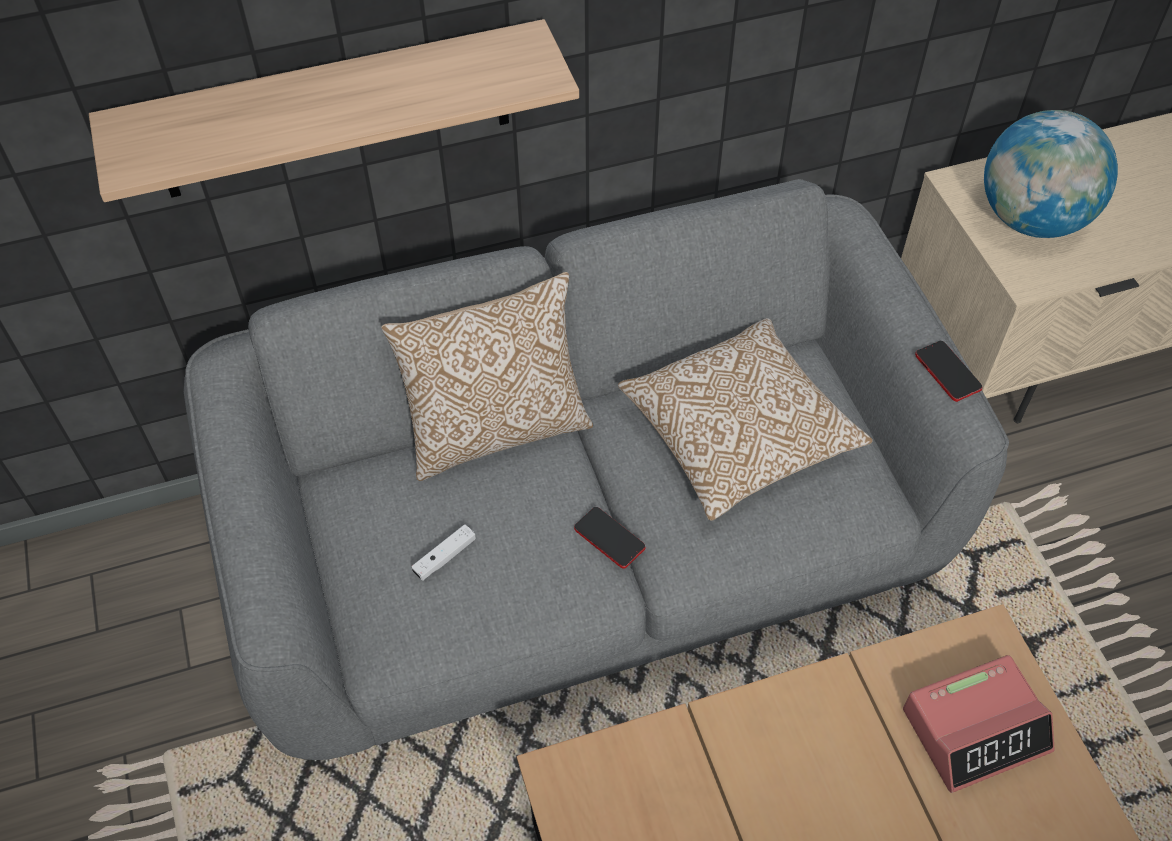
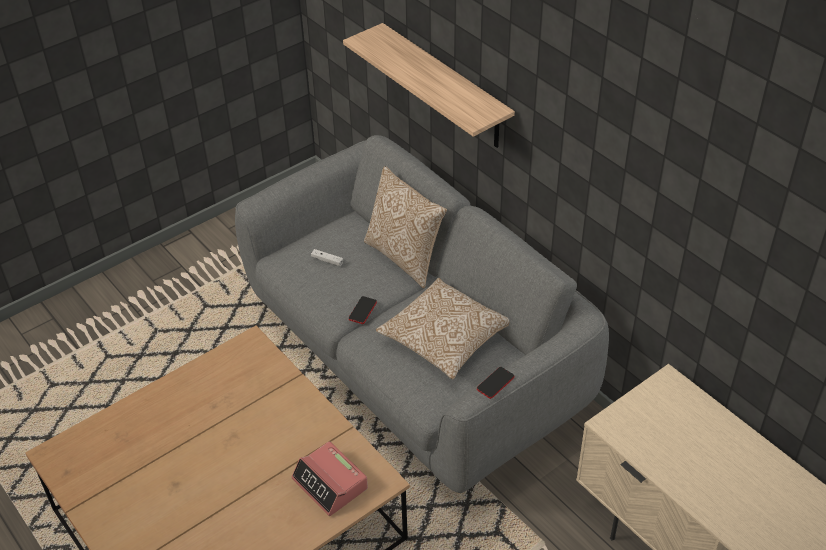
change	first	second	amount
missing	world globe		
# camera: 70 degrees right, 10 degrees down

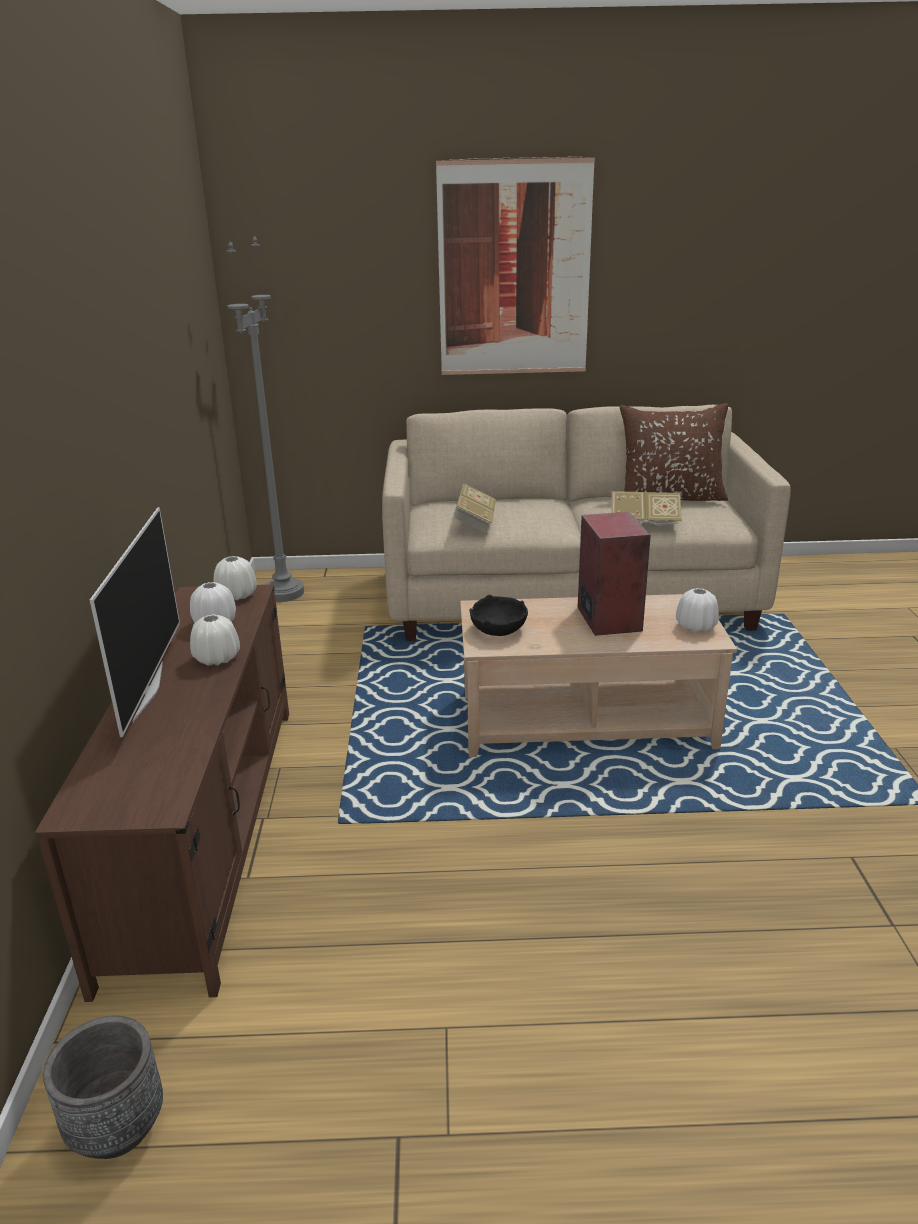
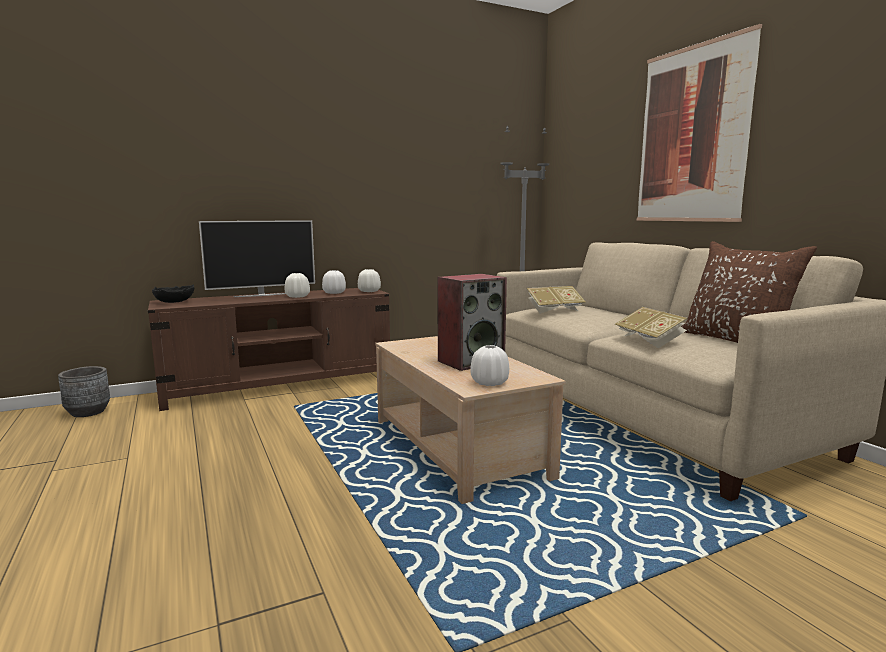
change	first	second	amount
relocated	serving bowl/black-coloured		
# camera: 65 degrees right, 15 degrees down

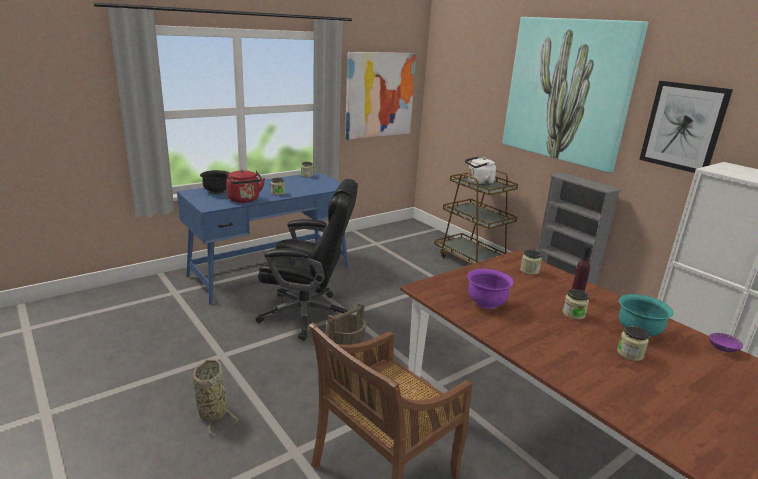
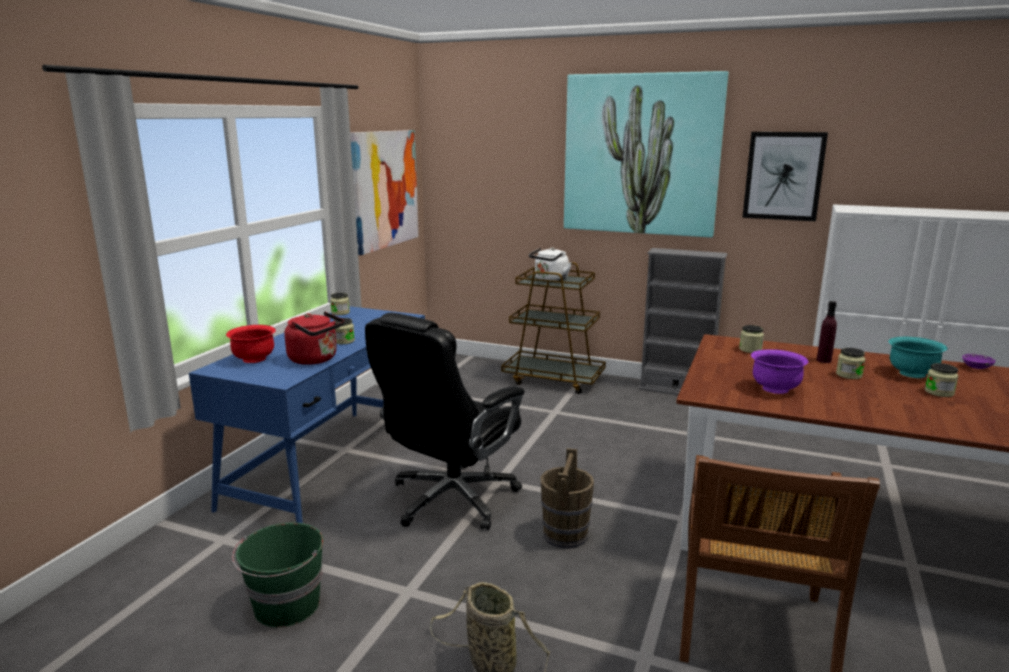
change	first	second	amount
appeared		pail/greenish	
colour	serving bowl/black-coloured	serving bowl/reddish	
spun	office chair/black-coloured		150 degrees clockwise
# camera: 30 degrees left, 5 degrees down

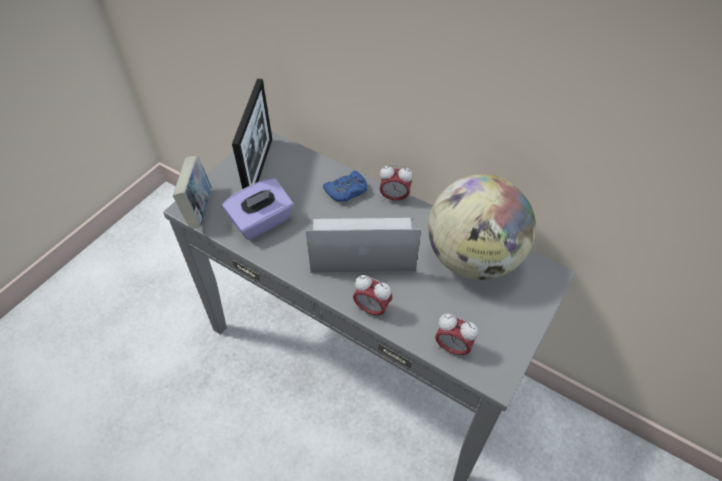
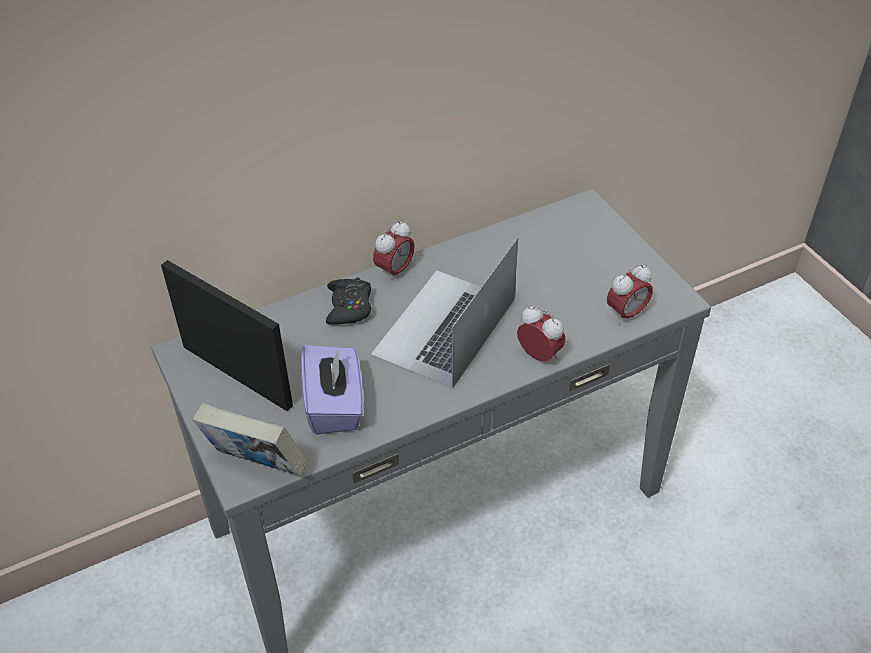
change	first	second	amount
missing	world globe		
colour	game controller/blue	game controller/black-coloured	
spun	table clock (no. 1 from left in the first image)	table clock (no. 2 from left)	105 degrees counterclockwise
# camera: 60 degrees left, 5 degrees down

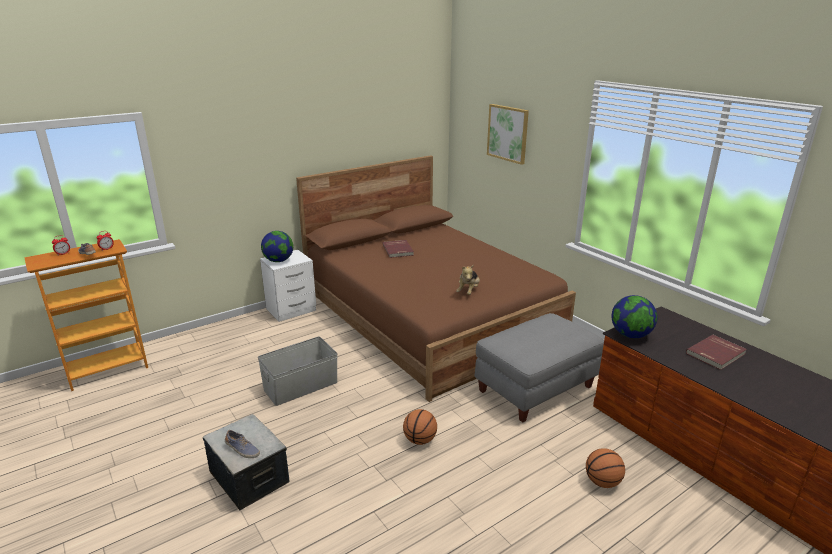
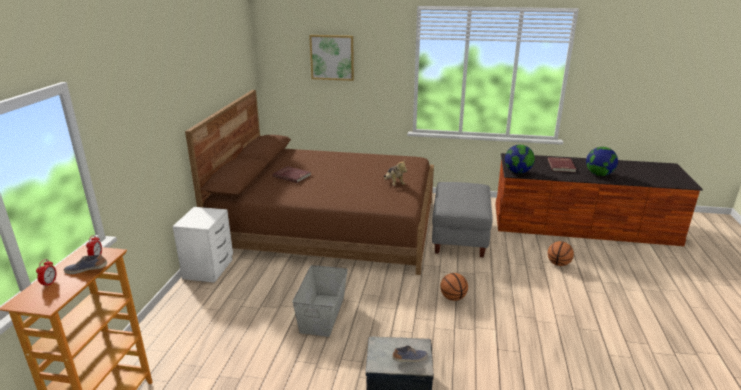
change	first	second	amount
relocated	world globe (no. 1 from left in the first image)	world globe (no. 2 from left)	
# camera: 45 degrees left, 0 degrees up

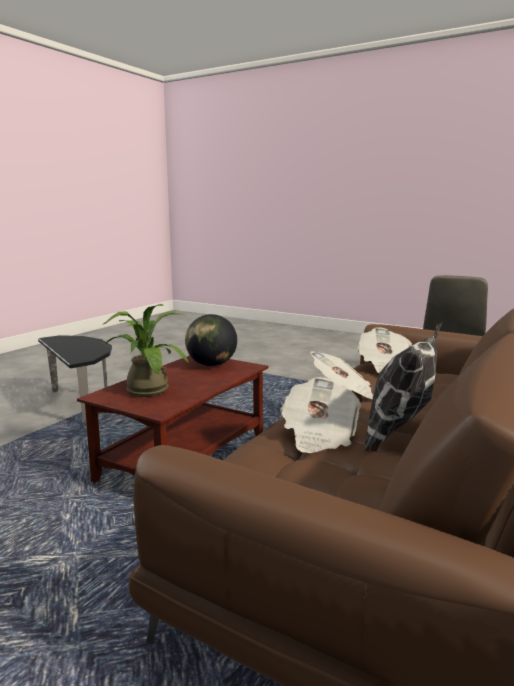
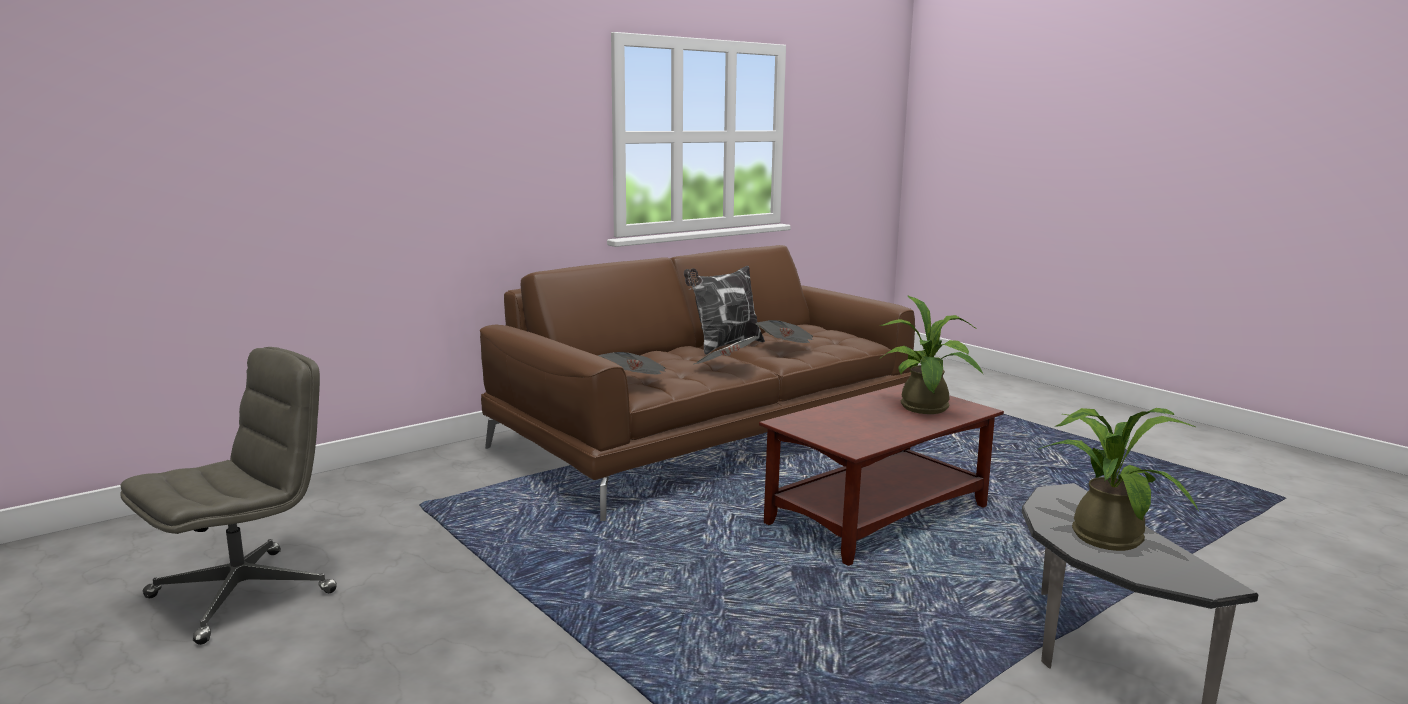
change	first	second	amount
missing	world globe		
appeared		houseplant (no. 2 from left)	
# camera: 160 degrees left, 0 degrees up

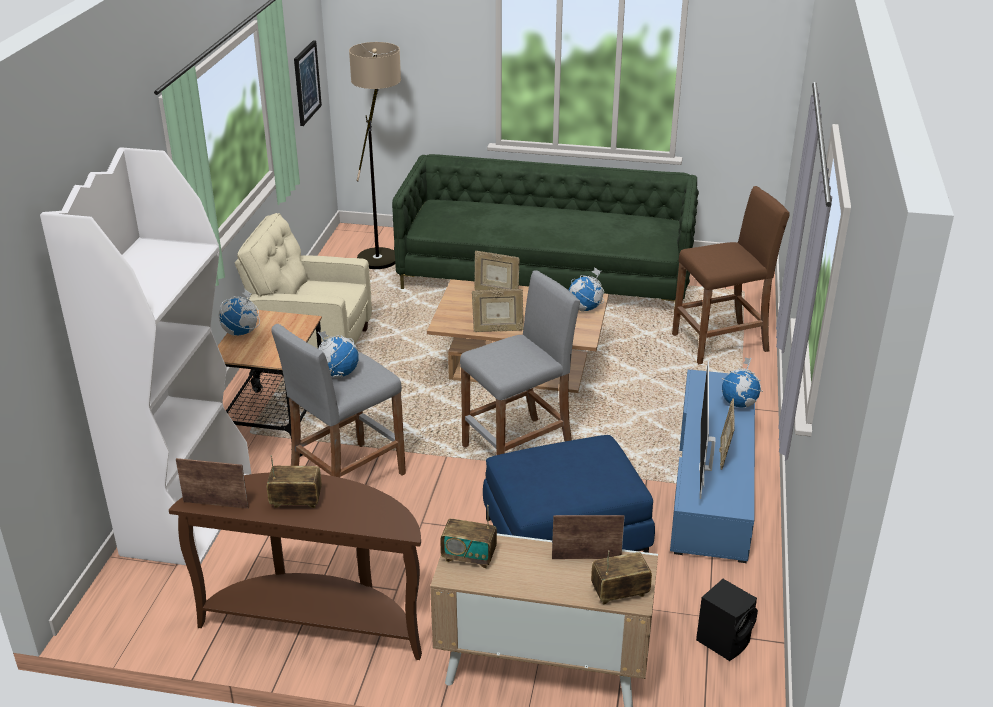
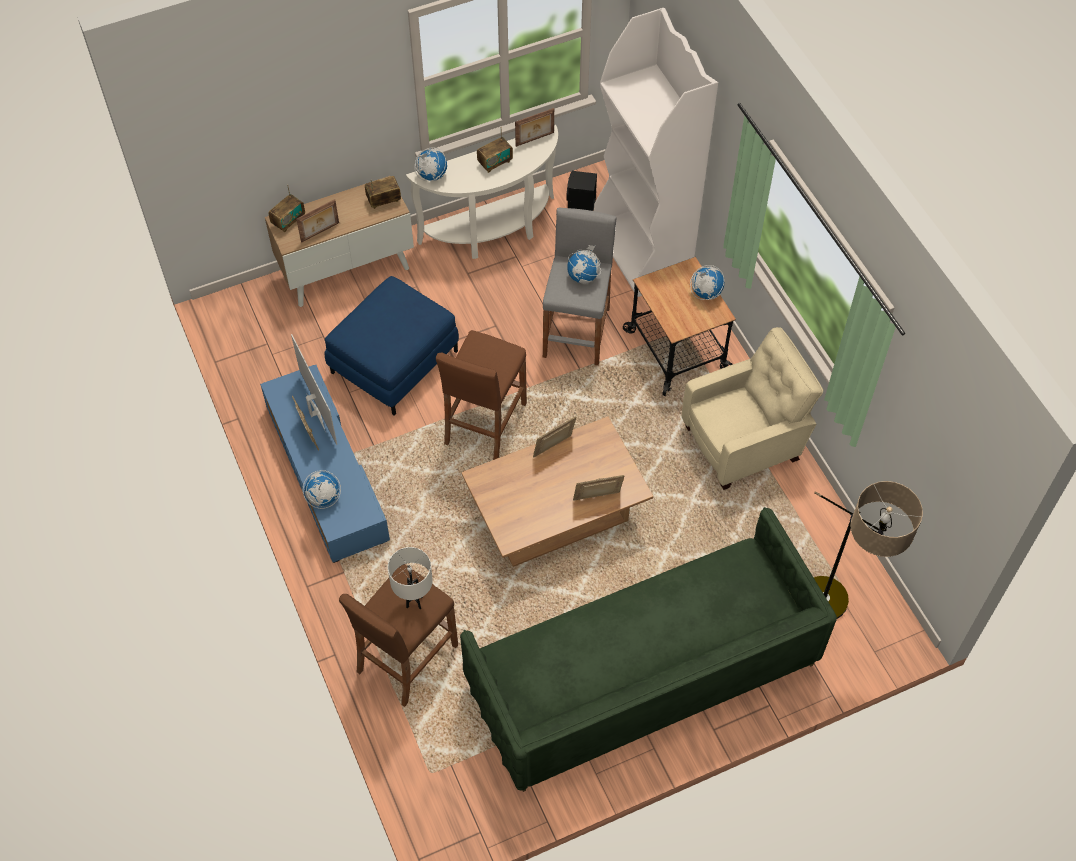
change	first	second	amount
missing	wall art		
appeared		lamp for a table/whitish	
relocated	world globe (no. 3 from left in the first image)	world globe (no. 2 from left)	
relocated	audio speaker/black-coloured		
colour	console table/brown	console table/whitish	
colour	stool/greyish (no. 2 from left)	stool/brown (no. 2 from left)	
# camera: 145 degrees right, 25 degrees up

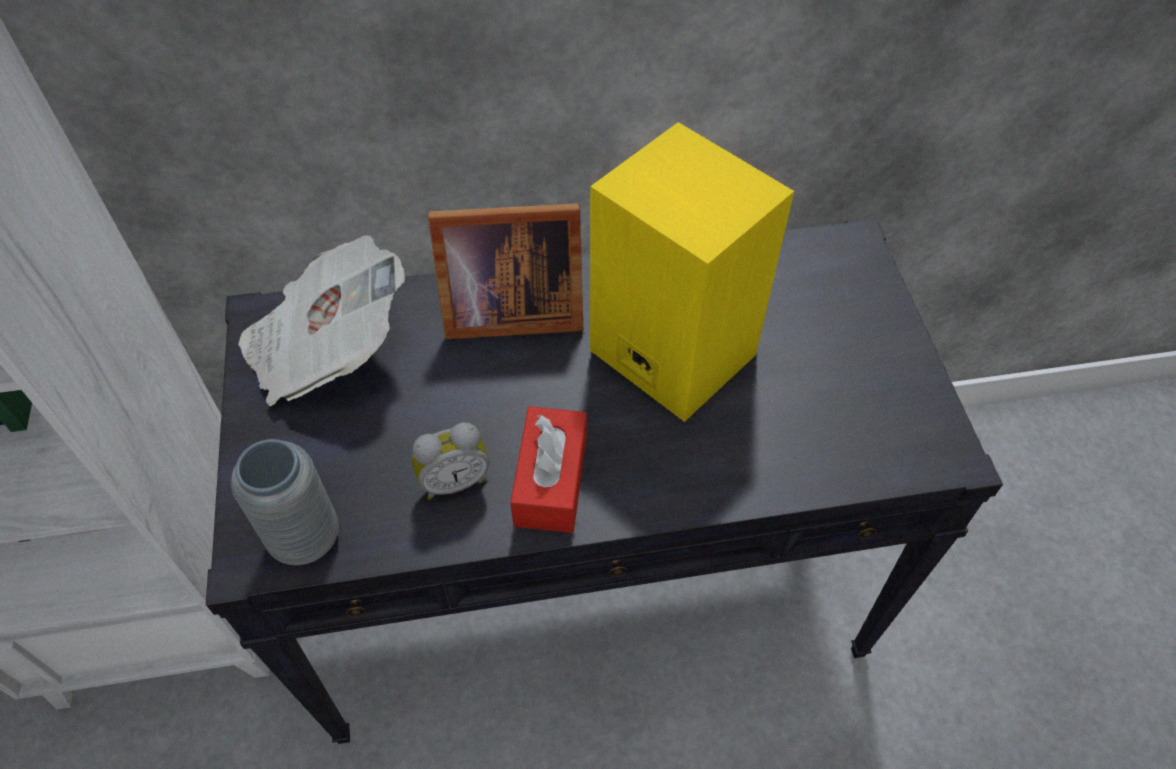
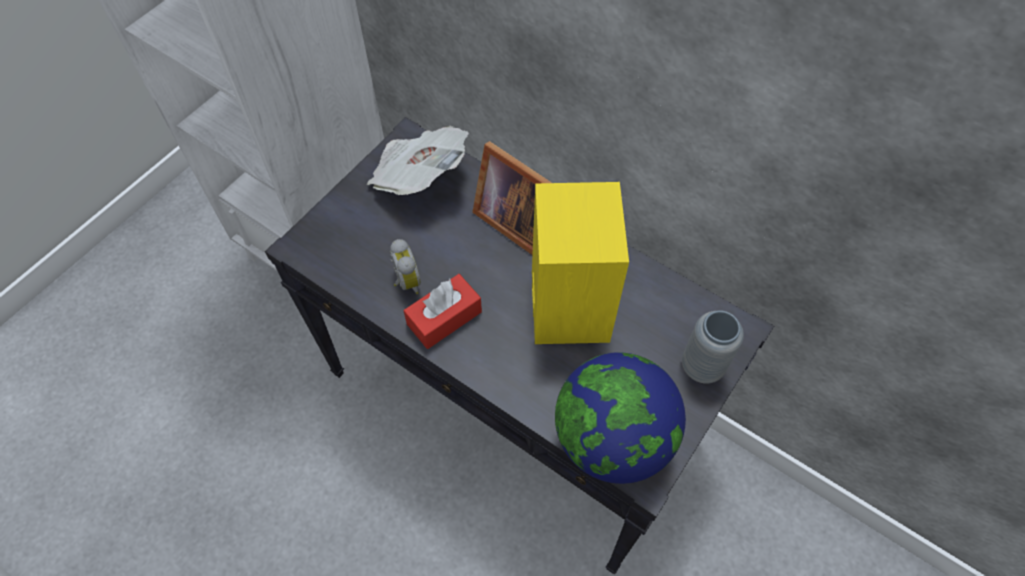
change	first	second	amount
appeared		world globe	
relocated	decorative vase/greyish		
spun	table clock		135 degrees counterclockwise
# camera: 45 degrees right, 5 degrees up

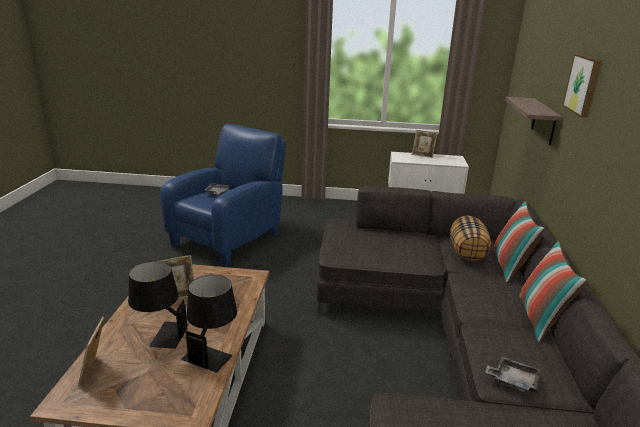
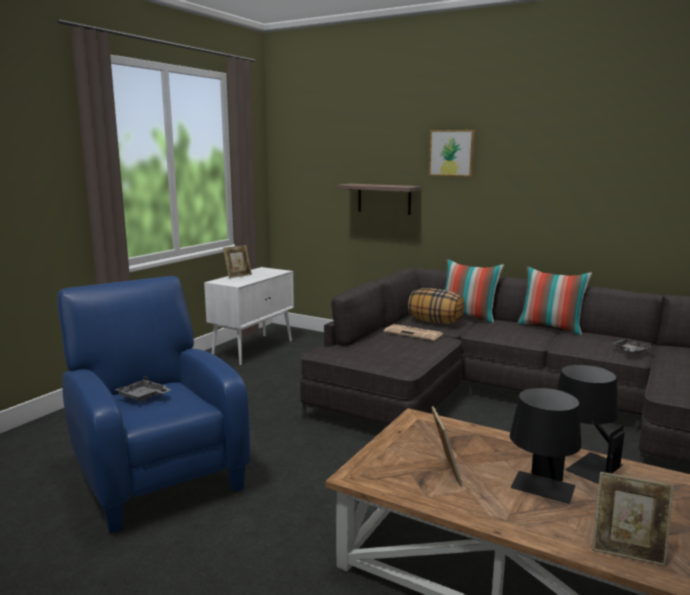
change	first	second	amount
appeared		newspaper	
# camera: 65 degrees left, 10 degrees down

